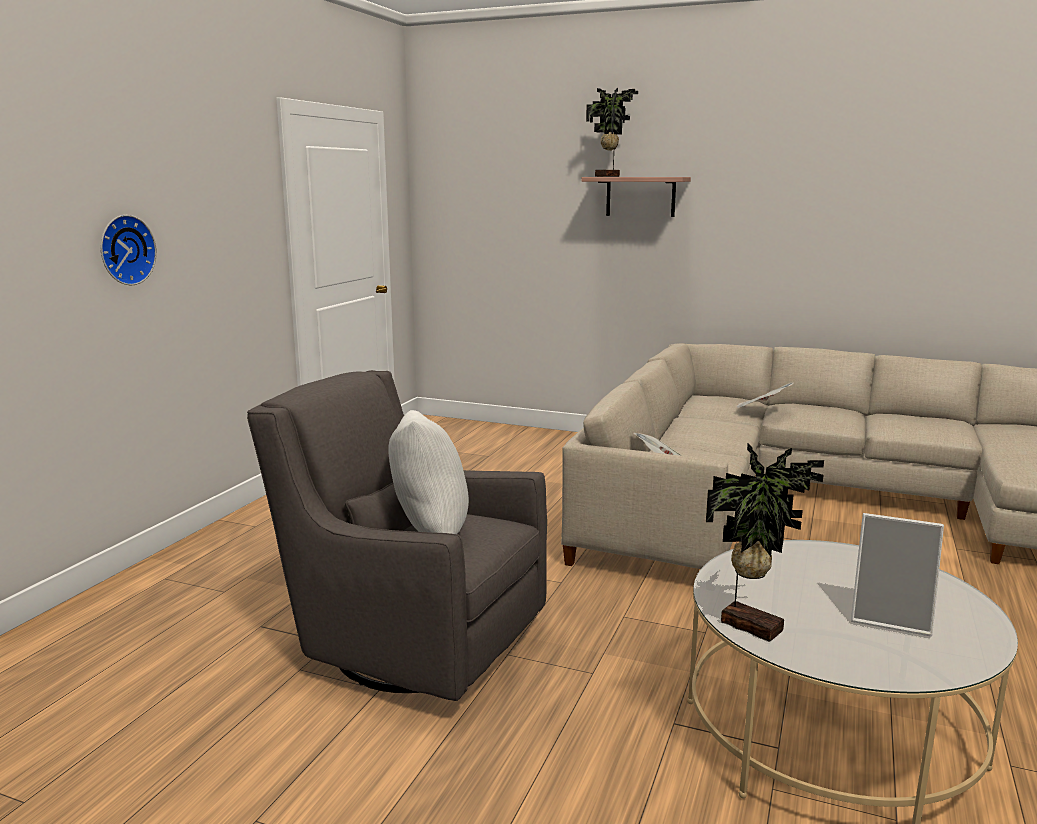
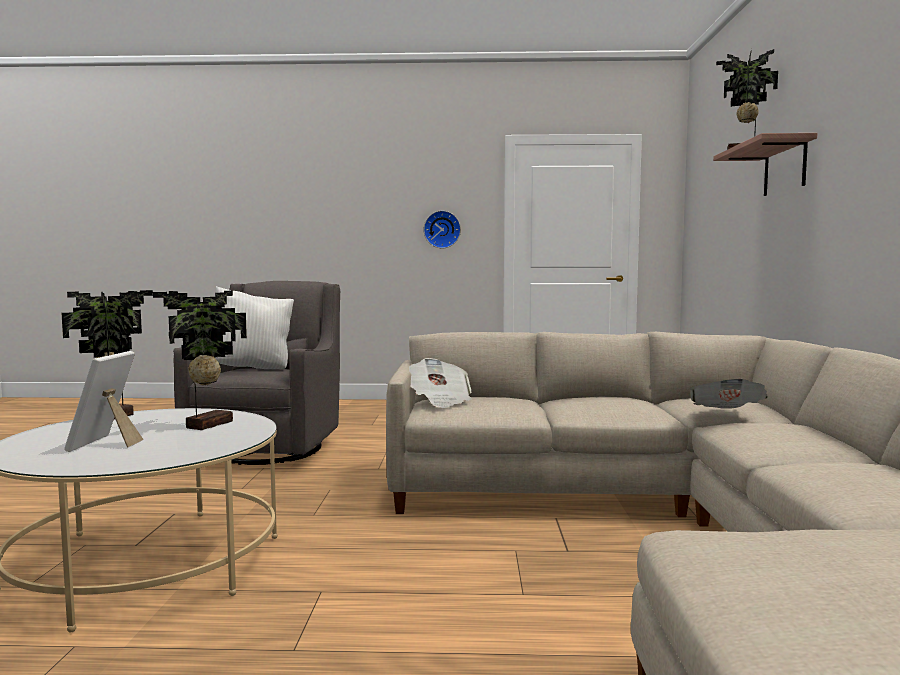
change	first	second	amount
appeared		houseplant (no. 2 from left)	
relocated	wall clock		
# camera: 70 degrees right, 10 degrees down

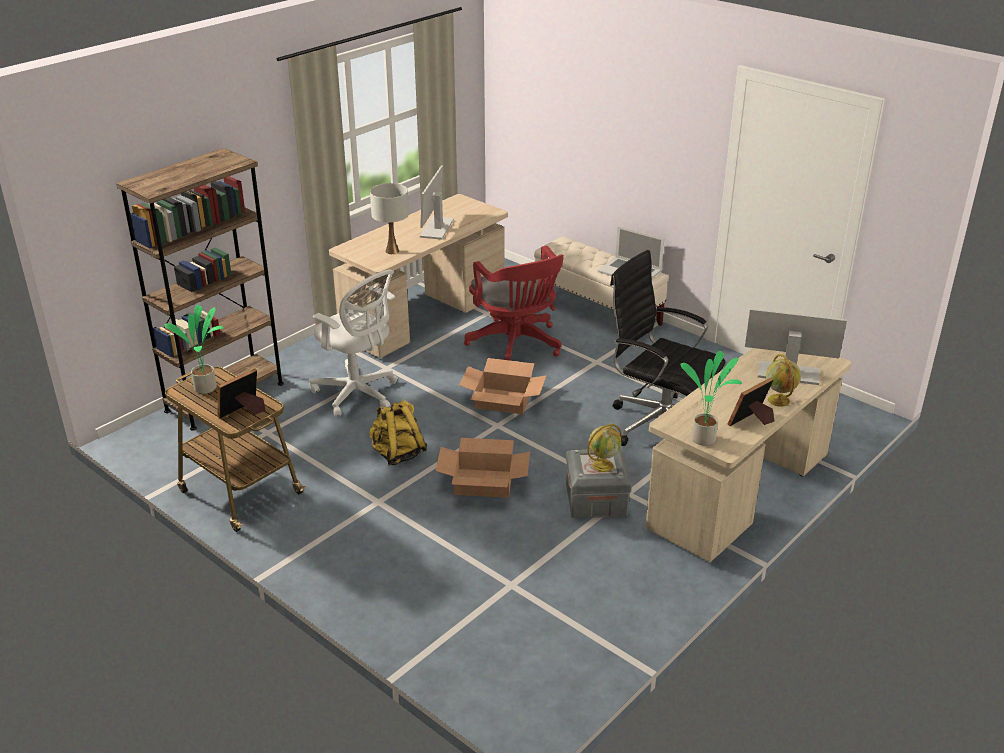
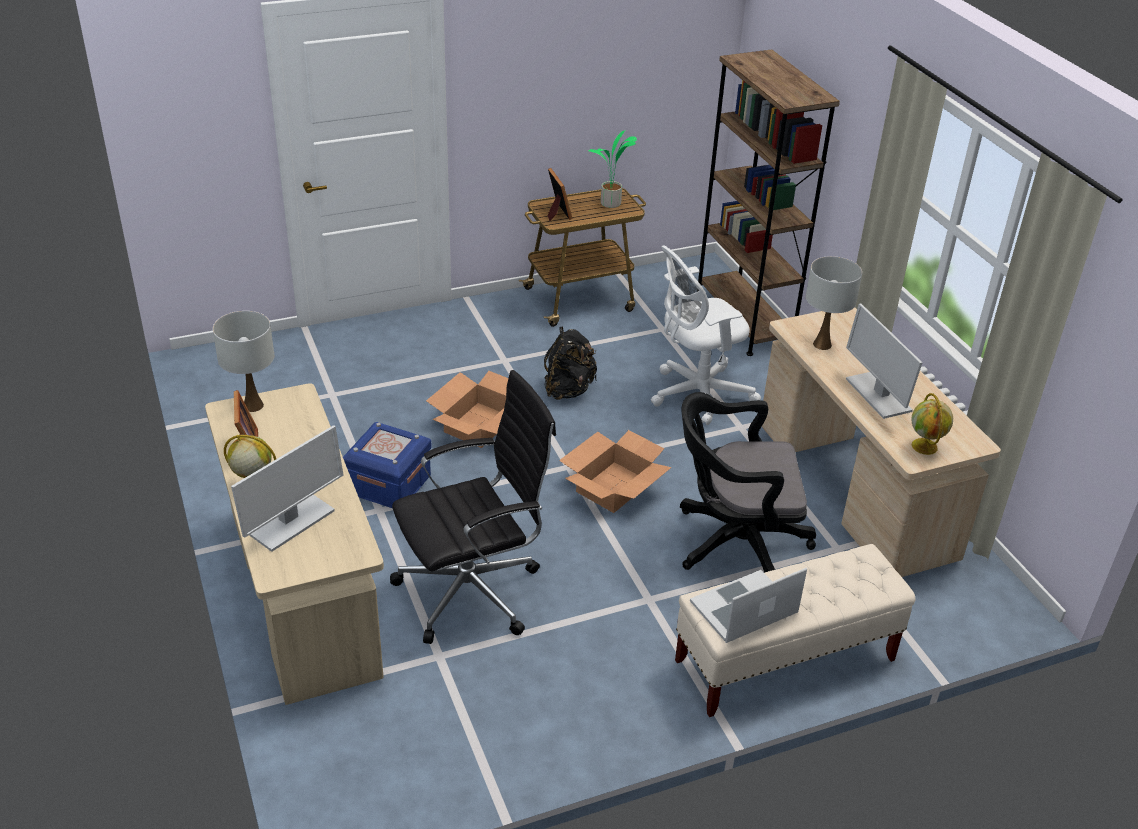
change	first	second	amount
relocated	world globe (no. 1 from left in the first image)	world globe (no. 2 from left)	
exchanged	houseplant (no. 2 from left)	lamp for a table/whitish (no. 1 from left)	
colour	backpack/yellow-coloured	backpack/black-coloured	
colour	office chair/reddish	office chair/black-coloured (no. 2 from left)	
colour	storage box/greyish	storage box/blue	
spun	monitor (no. 1 from left in the first image)	monitor (no. 2 from left)	150 degrees counterclockwise
# camera: 115 degrees right, 5 degrees up

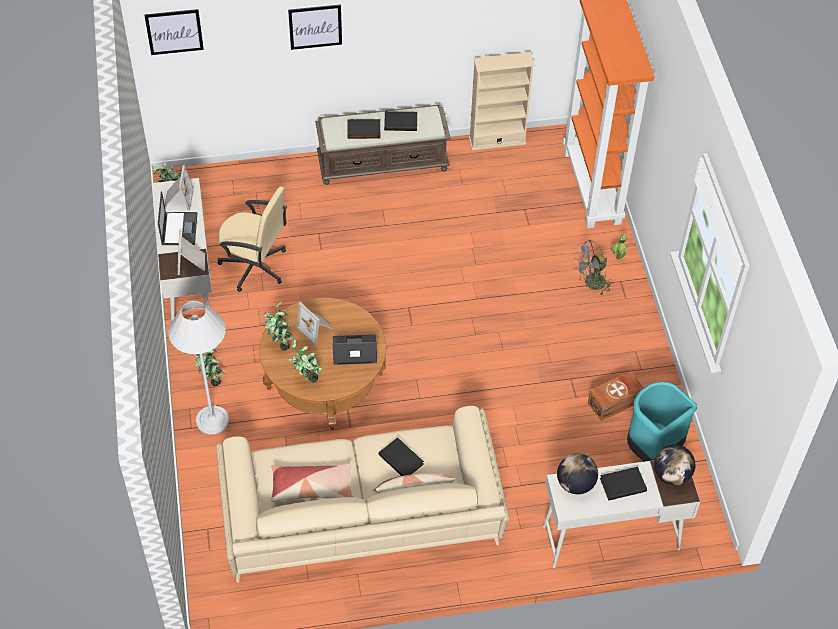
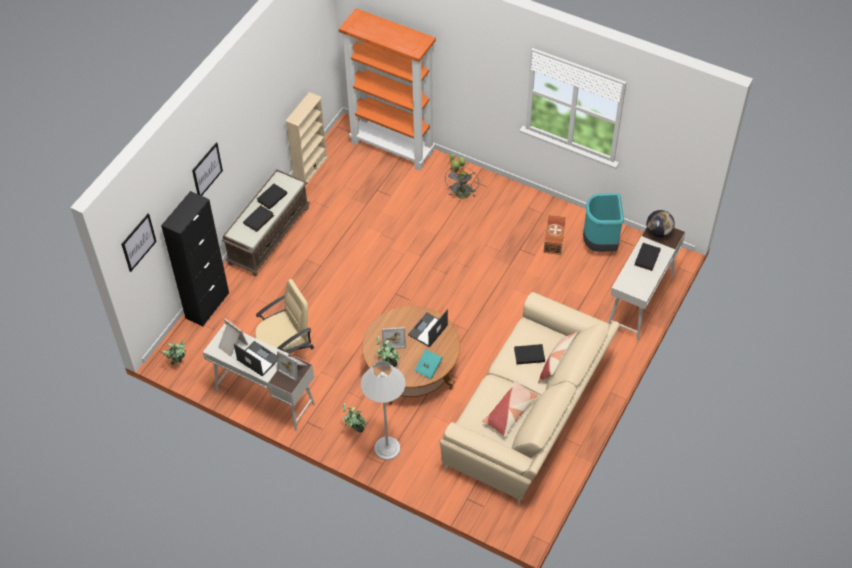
change	first	second	amount
missing	world globe (no. 1 from left)		
appeared		storage cabinet/black-coloured	
exchanged	houseplant (no. 4 from left)	volume/turquoise-coloured	
# camera: 50 degrees left, 0 degrees up

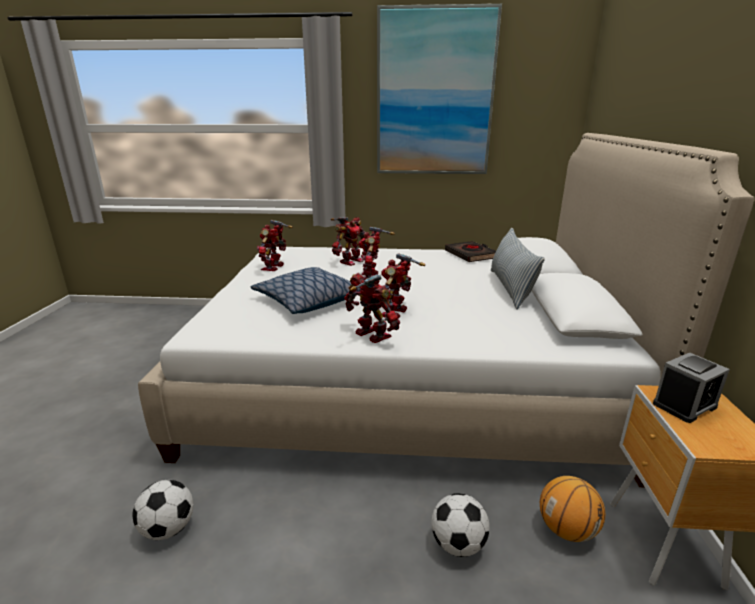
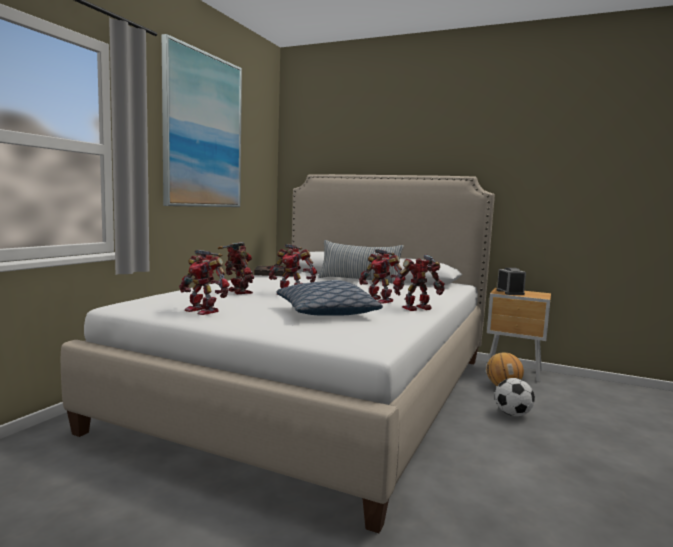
change	first	second	amount
missing	football ball (no. 1 from left)		
# camera: 70 degrees left, 15 degrees down

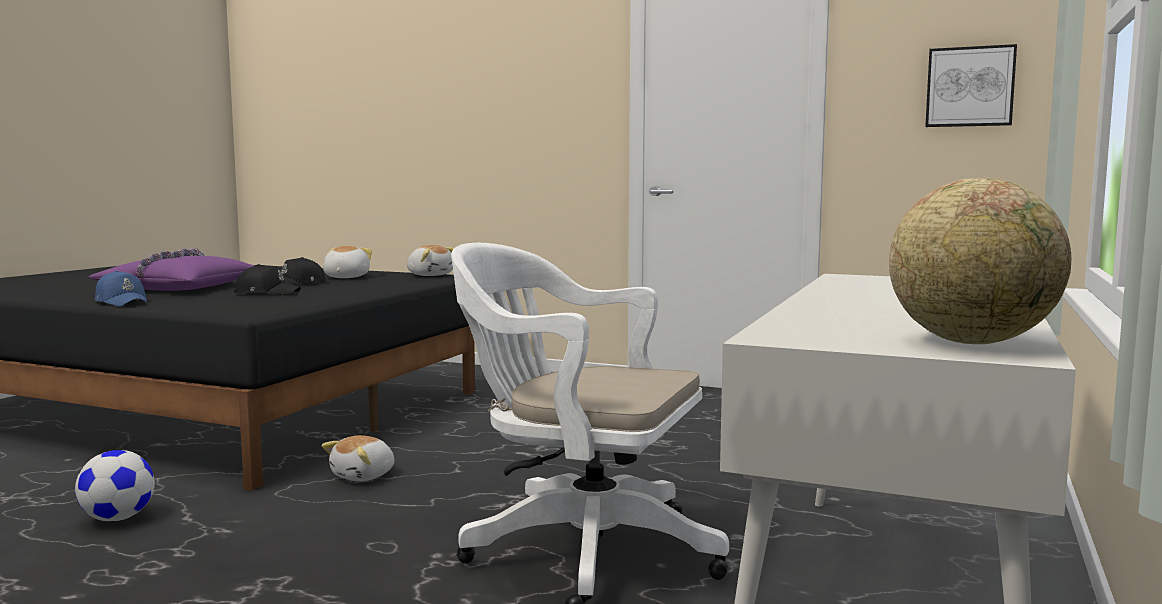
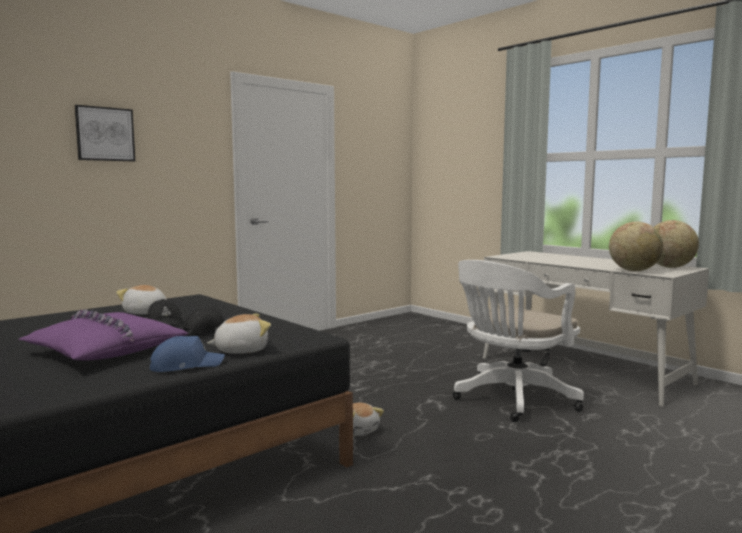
change	first	second	amount
missing	football ball		
appeared		world globe (no. 1 from left)	
relocated	cuddly toy (no. 3 from left in the first image)	cuddly toy (no. 2 from left)	
relocated	wall art		
# camera: 65 degrees left, 0 degrees up

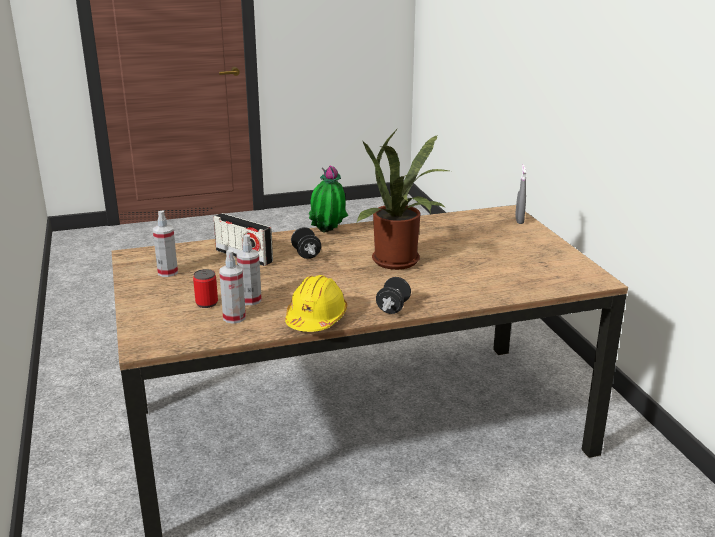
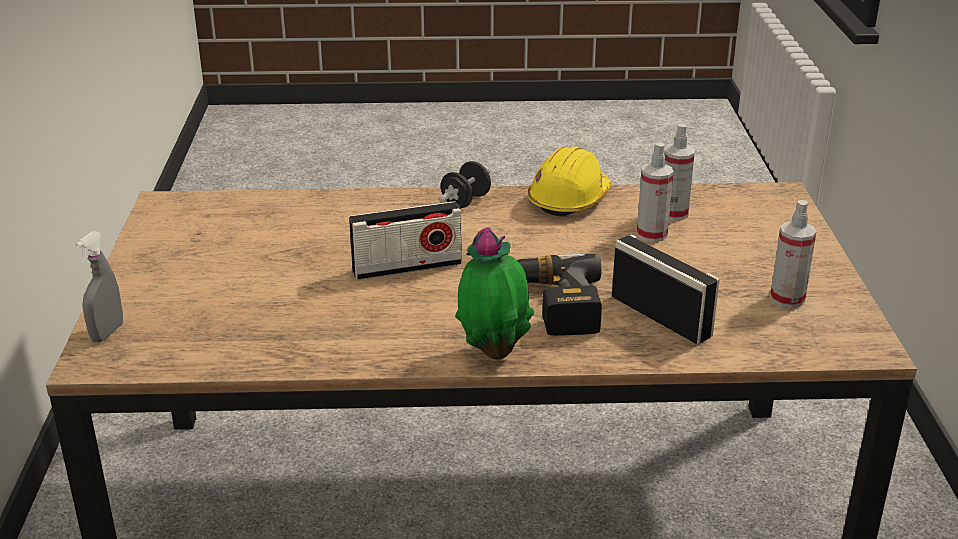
change	first	second	amount
missing	sealed can		
exchanged	free weight/black-coloured (no. 1 from left)	electric drill	
exchanged	houseplant (no. 2 from left)	radio receiver (no. 1 from left)	
# camera: 165 degrees left, 5 degrees up

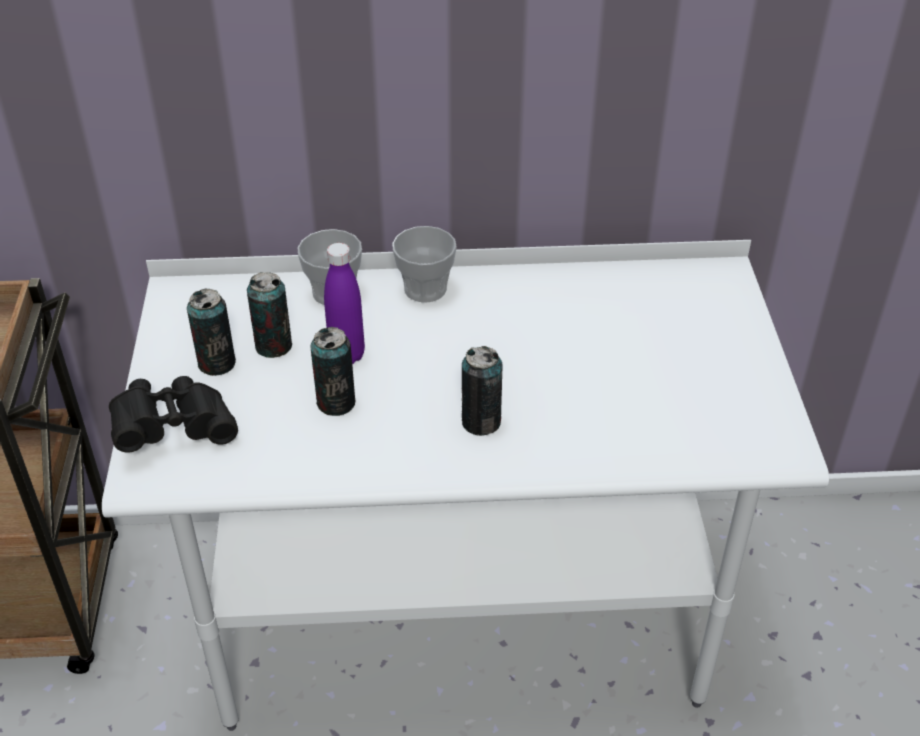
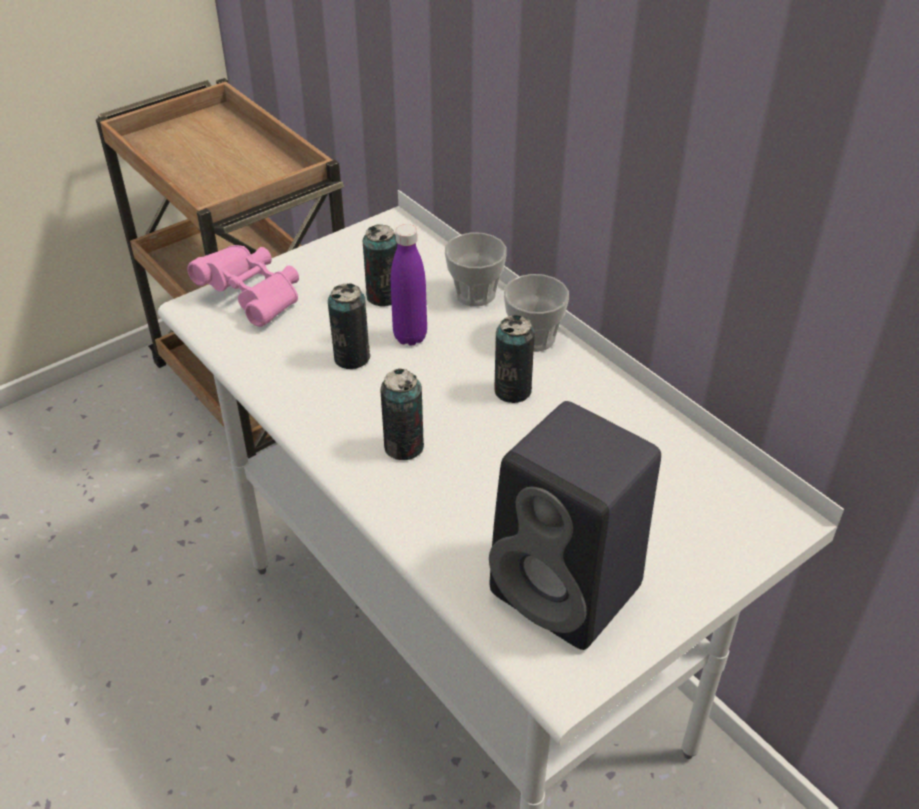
change	first	second	amount
appeared		audio speaker/black-coloured	
relocated	sealed can (no. 1 from left in the first image)	sealed can (no. 4 from left)	
colour	field glasses/black-coloured	field glasses/pink-coloured	
# camera: 55 degrees right, 0 degrees up

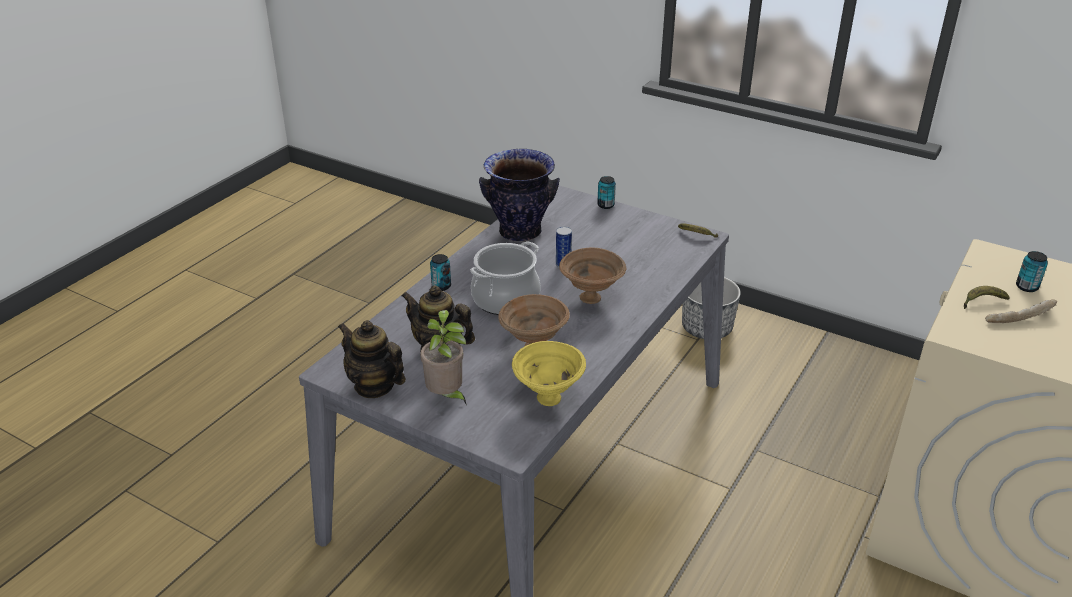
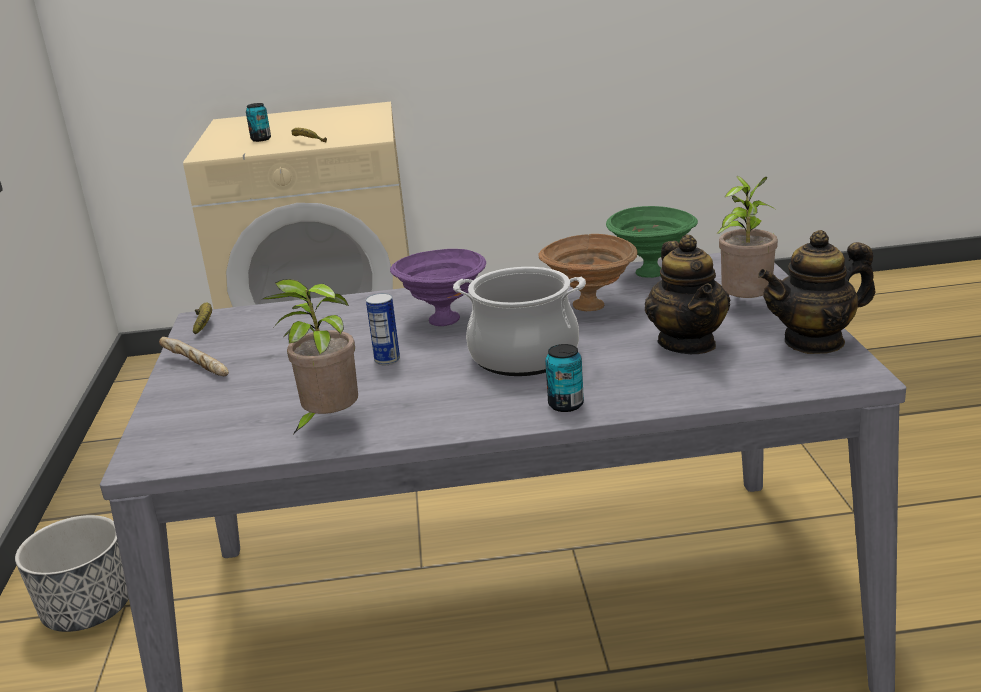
change	first	second	amount
missing	sealed can (no. 3 from left)		
relocated	bakery bread		
exchanged	decorative vase	houseplant (no. 1 from left)	
colour	serving bowl/yellow-coloured	serving bowl/greenish	
colour	serving bowl/brown (no. 2 from left)	serving bowl/purple	
spun	pot for tea (no. 1 from left in the first image)	pot for tea (no. 2 from left)	75 degrees clockwise
# camera: 125 degrees left, 10 degrees down

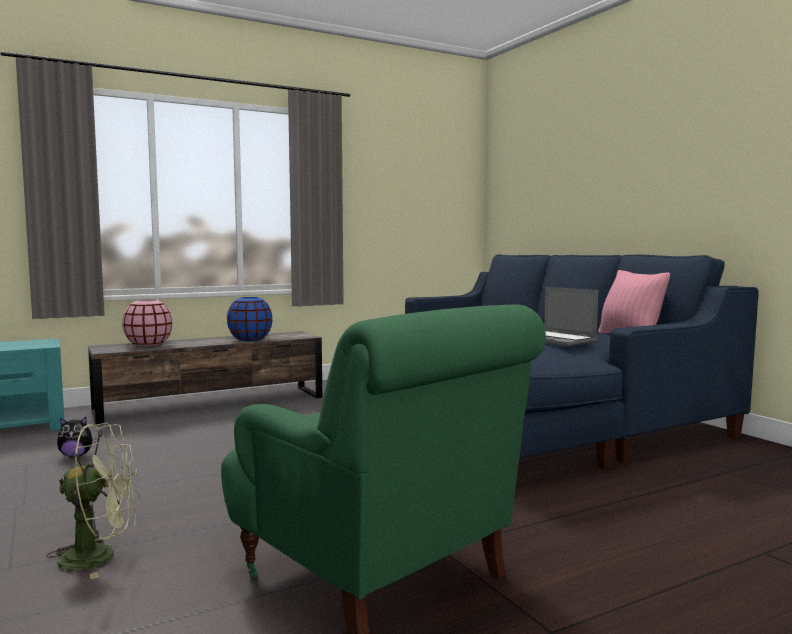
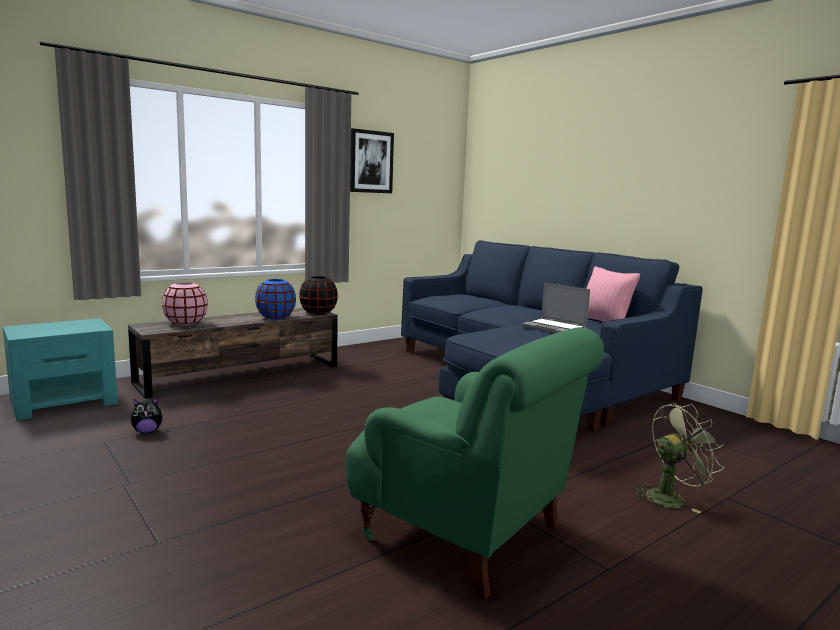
change	first	second	amount
appeared		decorative vase/black-coloured	
appeared		wall art	
relocated	electric fan/greenish		
# camera: 10 degrees left, 5 degrees up

